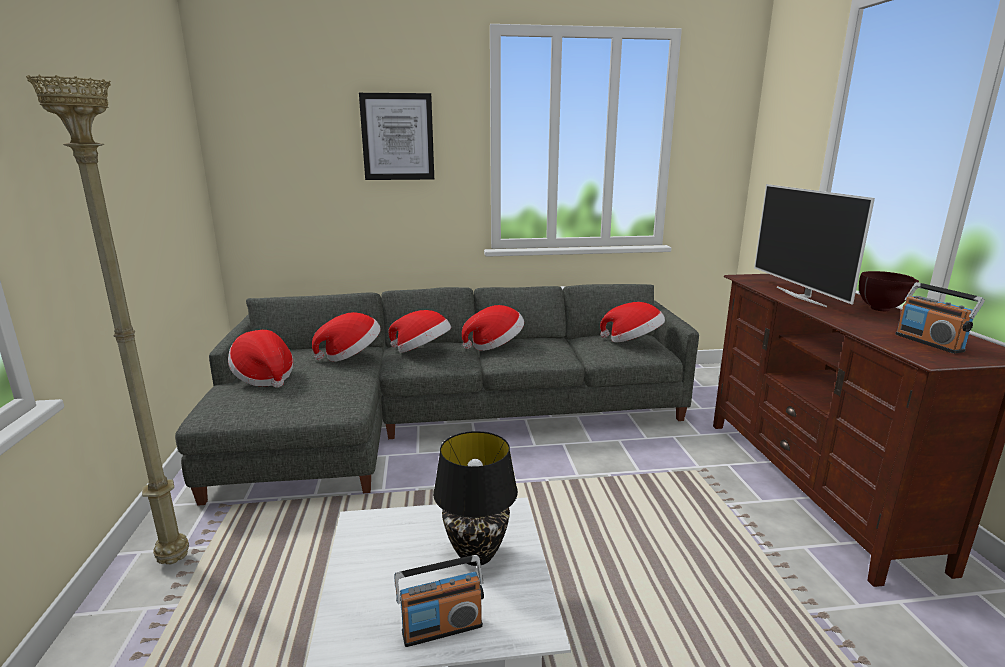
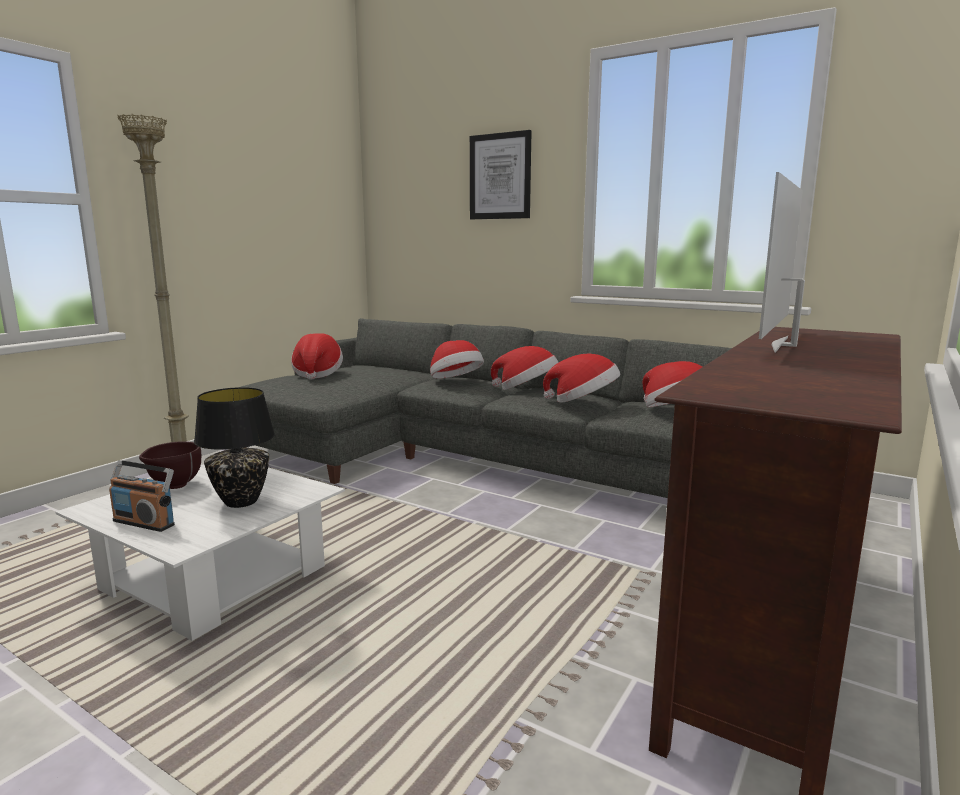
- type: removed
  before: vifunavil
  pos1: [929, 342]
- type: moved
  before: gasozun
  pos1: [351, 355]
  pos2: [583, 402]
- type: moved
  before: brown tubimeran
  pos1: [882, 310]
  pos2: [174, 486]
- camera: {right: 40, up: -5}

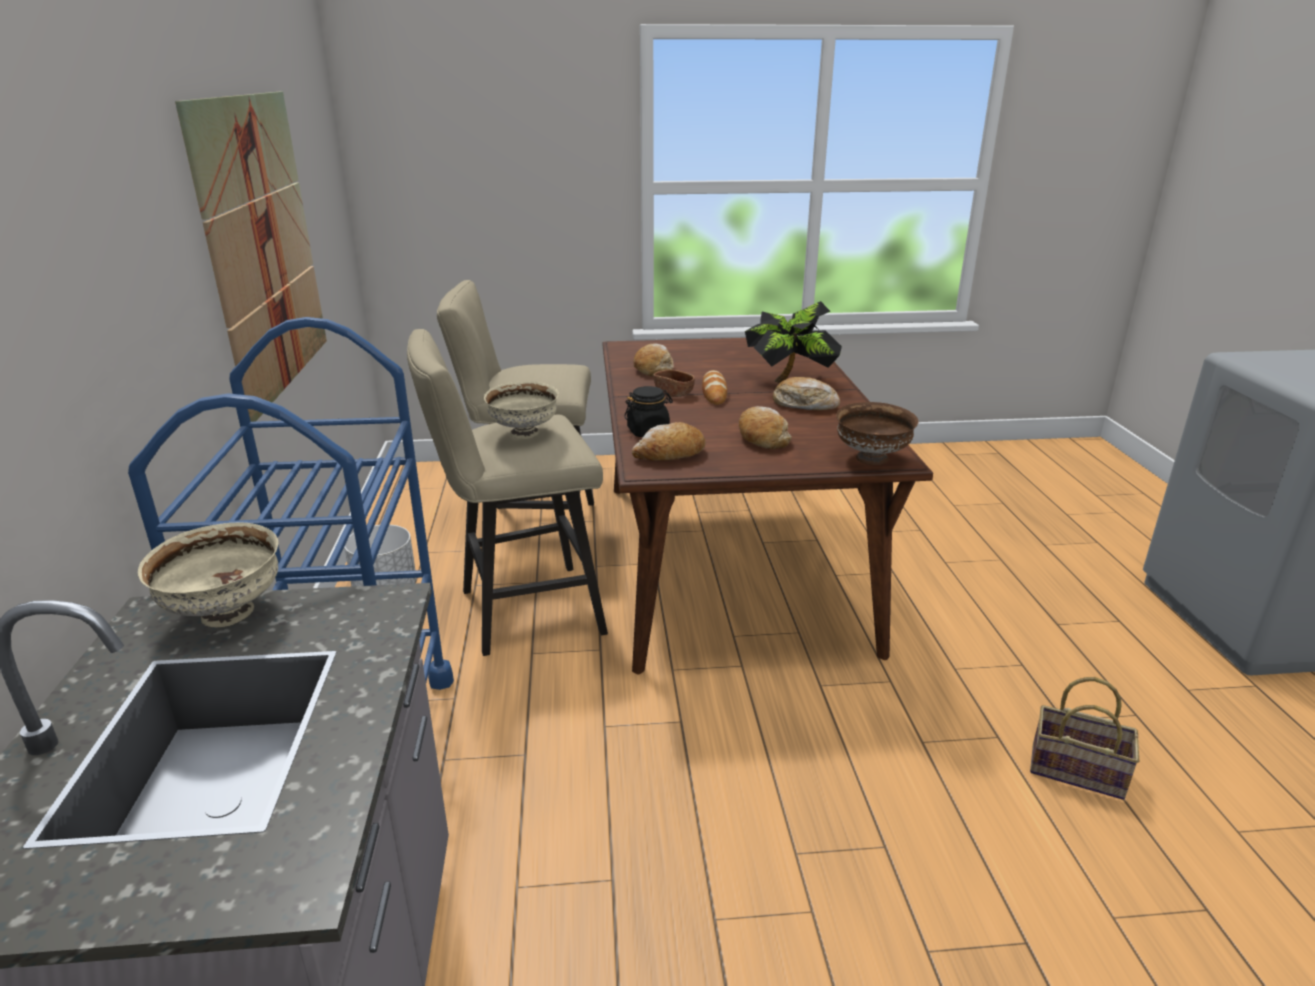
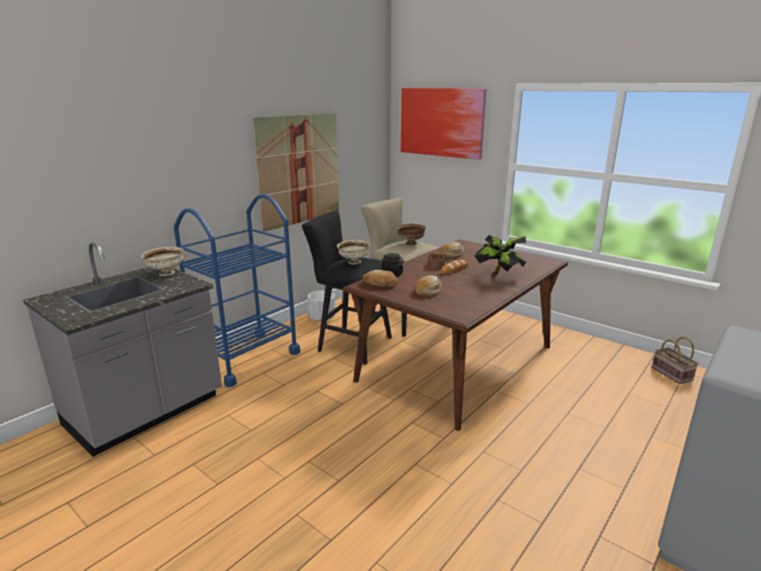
- type: removed
  before: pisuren
  pos1: [805, 404]
- type: added
  after: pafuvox
  pos2: [441, 122]
- type: moved
  before: brown tubimeran
  pos1: [872, 459]
  pos2: [410, 243]
- type: moved
  before: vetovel
  pos1: [1079, 770]
  pos2: [673, 374]
- type: recoloured
  before: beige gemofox
  after: black gemofox
  pos1: [520, 612]
  pos2: [350, 344]
- camera: {right: 45, up: -5}

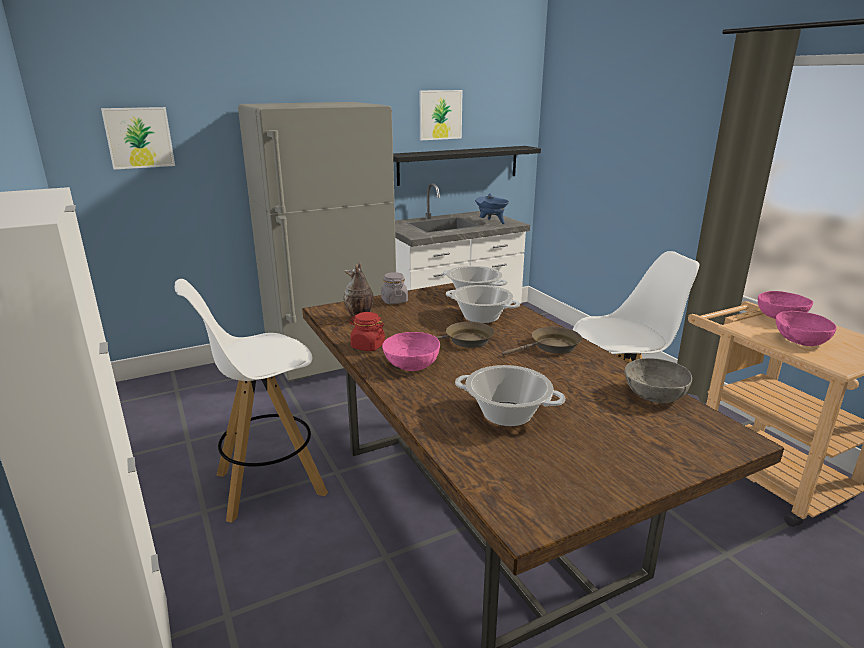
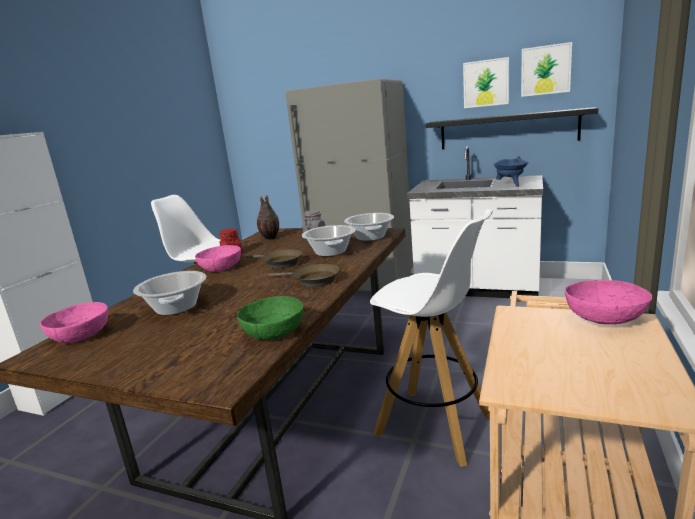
- type: moved
  before: pafuvox
  pos1: [139, 138]
  pos2: [545, 70]
- type: moved
  before: pink tubimeran
  pos1: [800, 340]
  pos2: [80, 335]
- type: recoloured
  before: grey tubimeran
  after: green tubimeran
  pos1: [654, 394]
  pos2: [273, 332]
- camera: {right: 50, up: -5}

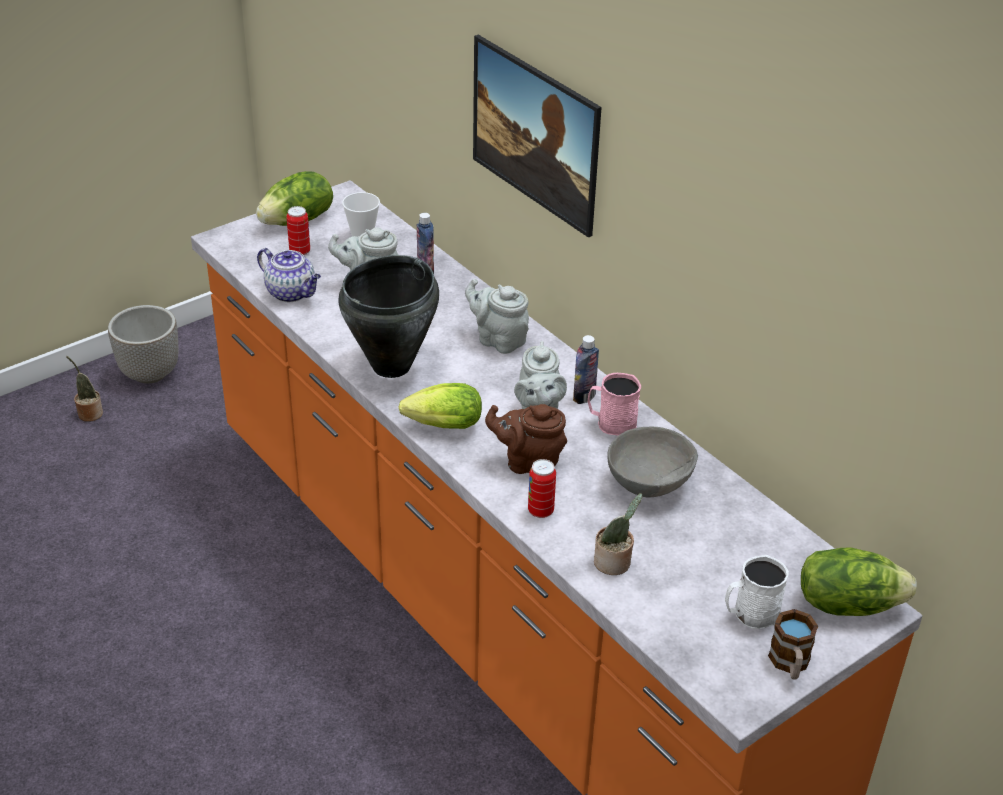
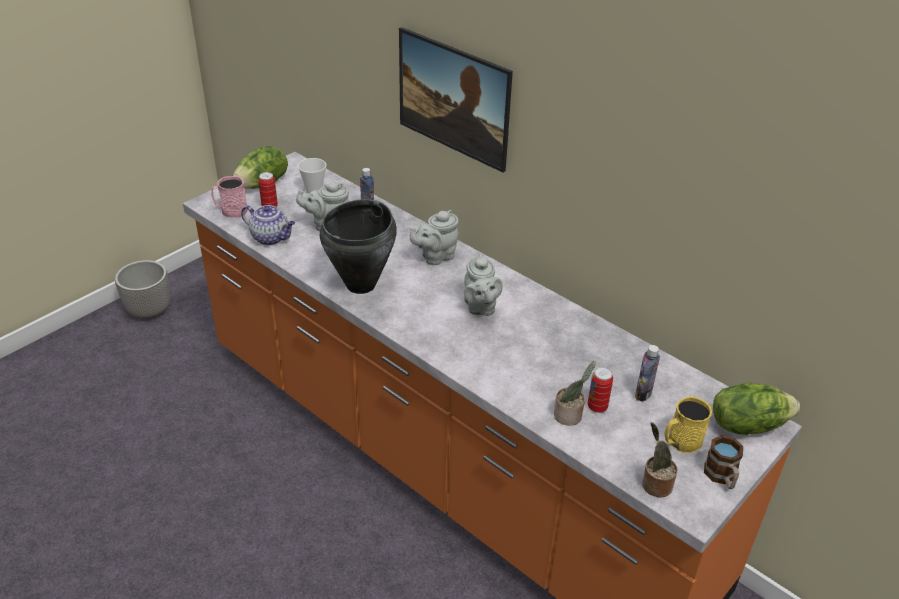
- type: removed
  before: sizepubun
  pos1: [440, 426]
- type: removed
  before: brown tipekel
  pos1: [528, 463]
- type: removed
  before: grey tubimeran
  pos1: [649, 483]
- type: moved
  before: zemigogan
  pos1: [89, 413]
  pos2: [654, 484]
- type: moved
  before: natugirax
  pos1: [540, 511]
  pos2: [597, 407]
- type: moved
  before: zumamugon
  pos1: [584, 397]
  pos2: [643, 394]
- type: moved
  before: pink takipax
  pos1: [611, 423]
  pos2: [230, 211]
- type: recoloured
  before: white takipax
  after: yellow takipax
  pos1: [750, 614]
  pos2: [680, 442]
- type: turned
  before: grey tipekel
  pos1: [498, 340]
  pos2: [435, 257]
  turn: -60
- camera: {right: -10, up: 0}

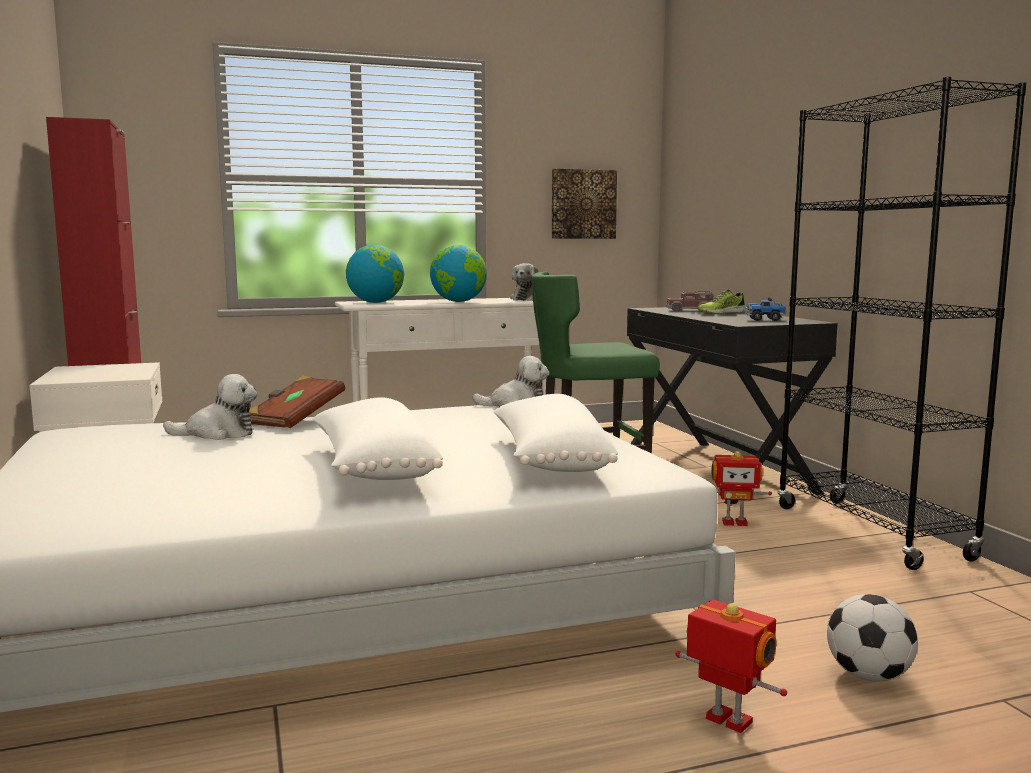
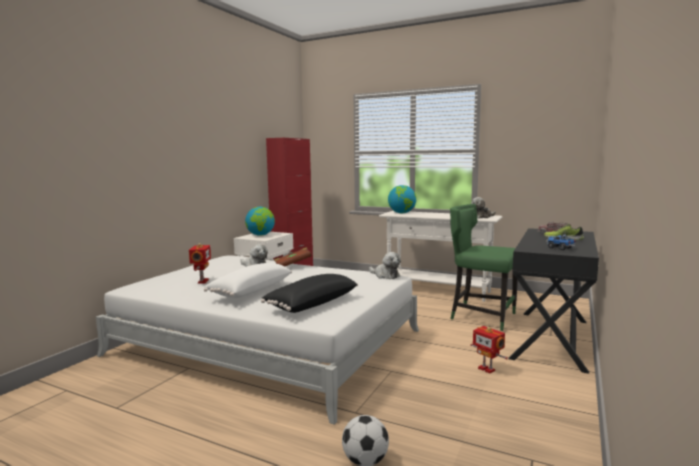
- type: removed
  before: pafuvox
  pos1: [583, 204]
- type: removed
  before: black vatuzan
  pos1: [871, 532]
- type: moved
  before: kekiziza
  pos1: [459, 301]
  pos2: [260, 235]
- type: moved
  before: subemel
  pos1: [727, 721]
  pos2: [202, 281]
- type: recoloured
  before: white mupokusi
  after: black mupokusi
  pos1: [549, 459]
  pos2: [311, 303]
- camera: {right: 45, up: 0}

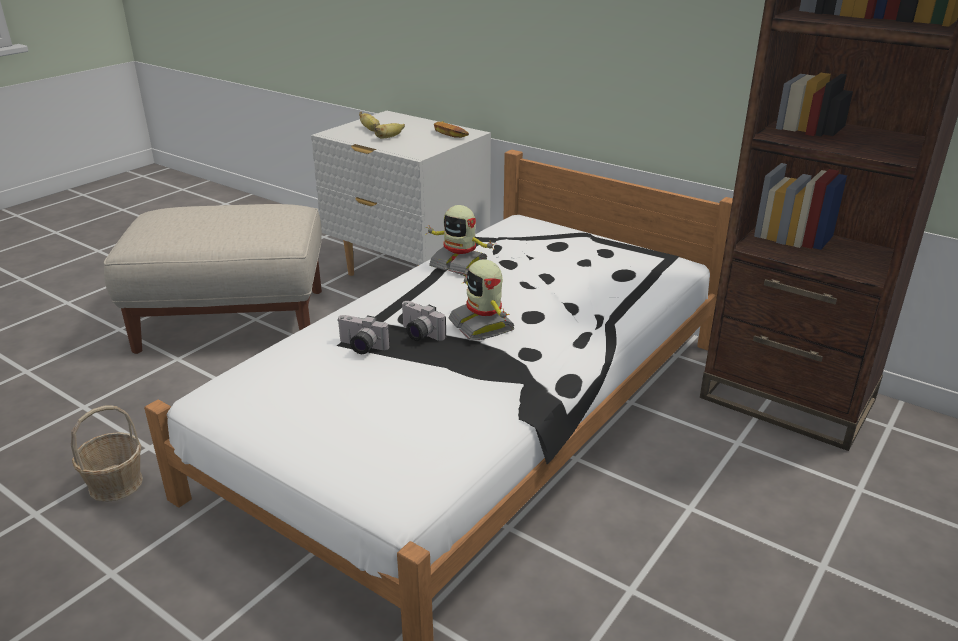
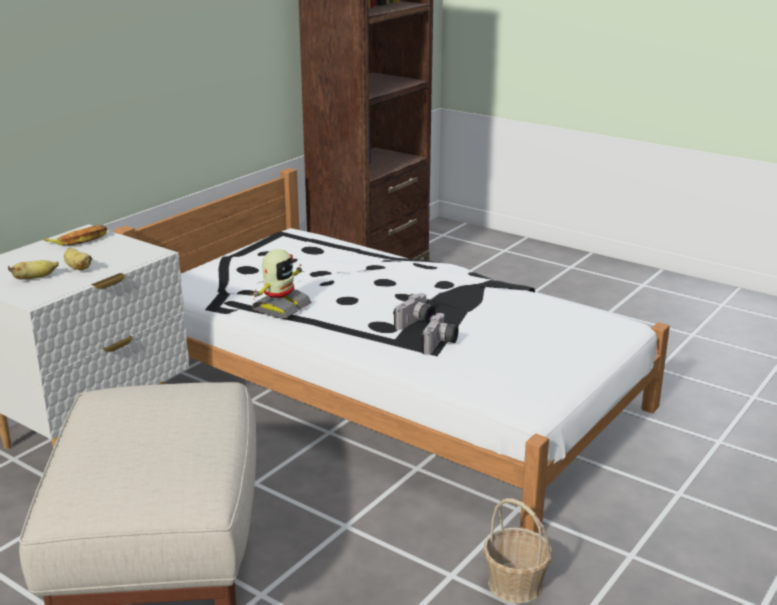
- type: removed
  before: subemel
  pos1: [482, 325]
- camera: {right: -90, up: -5}

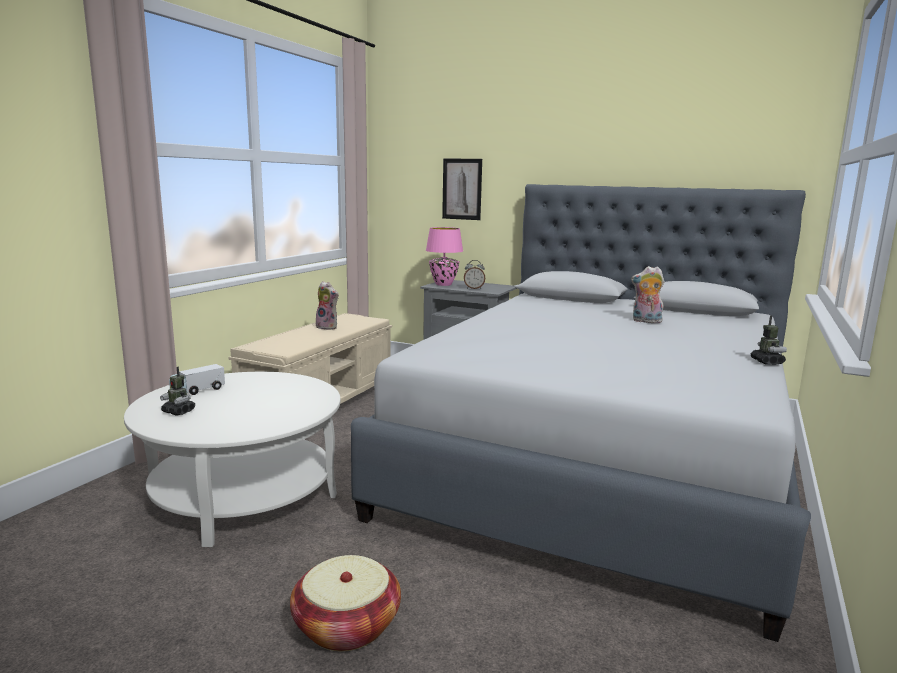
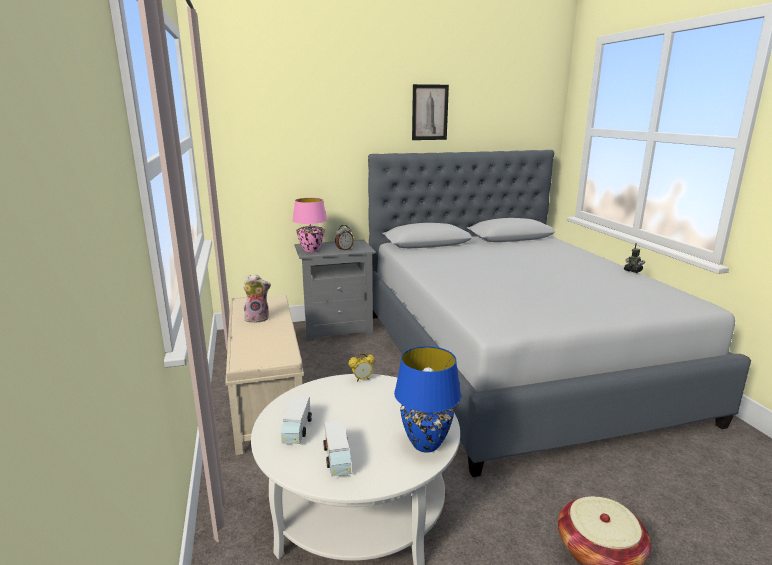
- type: removed
  before: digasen
  pos1: [645, 321]
- type: added
  after: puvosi
  pos2: [362, 379]
- type: added
  after: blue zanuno
  pos2: [426, 444]
- type: moved
  before: pafuvox
  pos1: [462, 189]
  pos2: [429, 112]
- type: replaced
  before: subemel
  after: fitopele
  pos1: [178, 412]
  pos2: [338, 459]
- camera: {right: -40, up: 5}

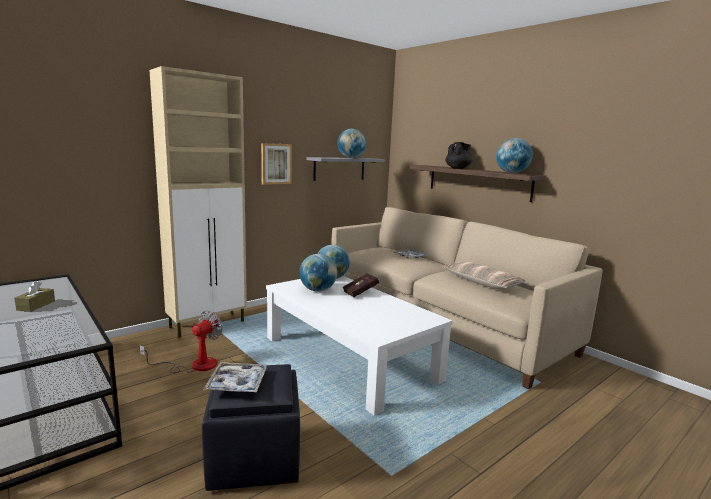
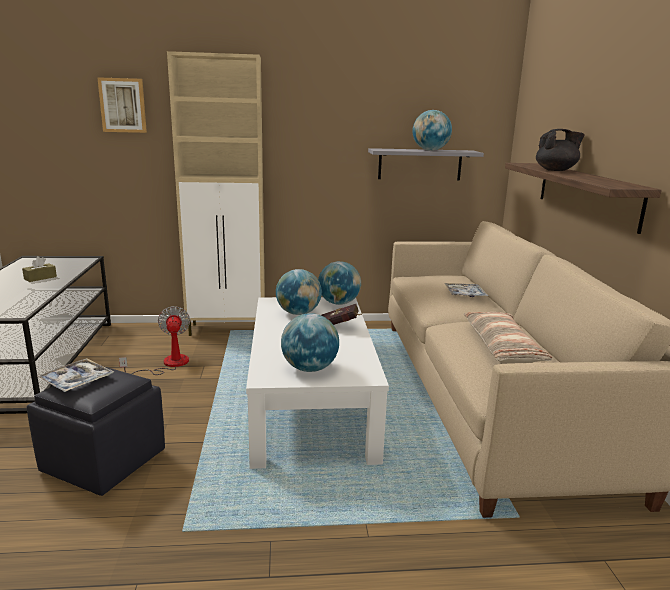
- type: moved
  before: pafuvox
  pos1: [276, 164]
  pos2: [123, 105]
- type: moved
  before: kekiziza
  pos1: [511, 173]
  pos2: [309, 368]
- type: turned
  before: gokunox
  pos1: [194, 365]
  pos2: [168, 364]
  turn: -75
- camera: {right: 35, up: 5}

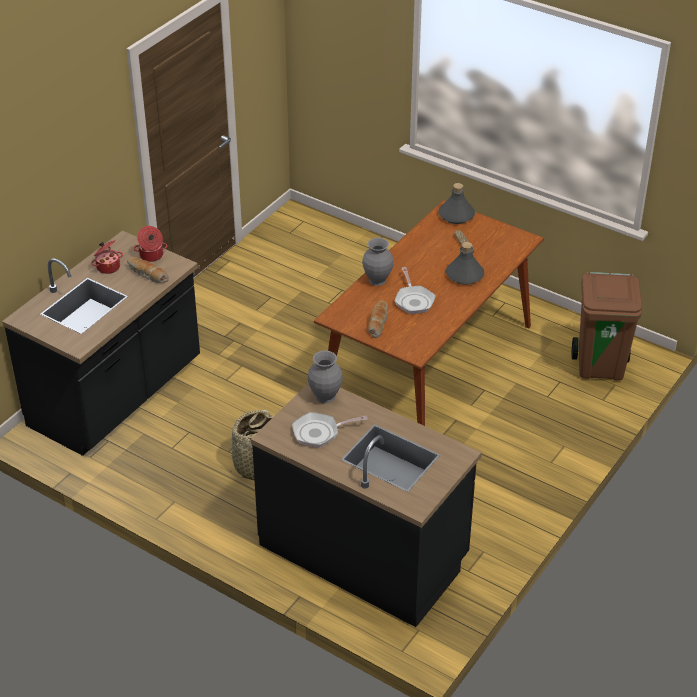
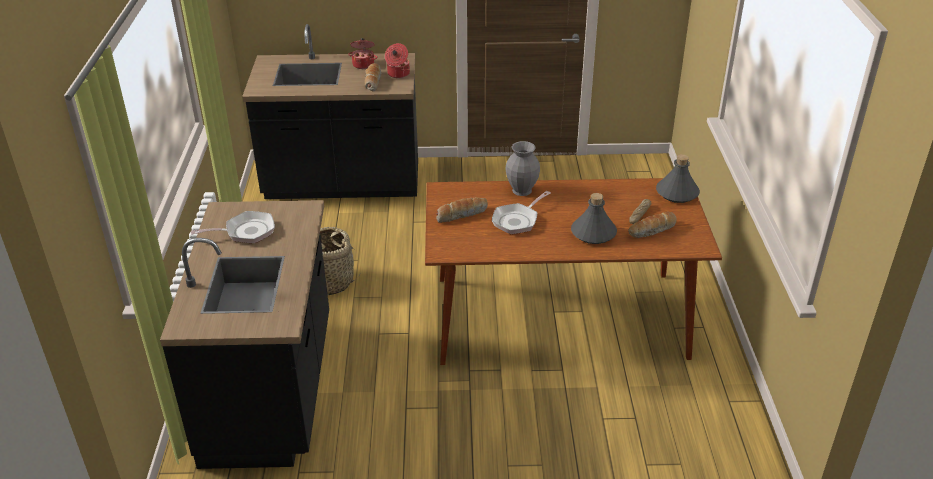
- type: removed
  before: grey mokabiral
  pos1: [324, 396]
- type: removed
  before: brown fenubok
  pos1: [600, 366]
- type: added
  after: pisuren
  pos2: [652, 231]
- type: turned
  before: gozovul
  pos1: [319, 432]
  pos2: [246, 232]
  turn: 120
- camera: {right: 55, up: -5}

